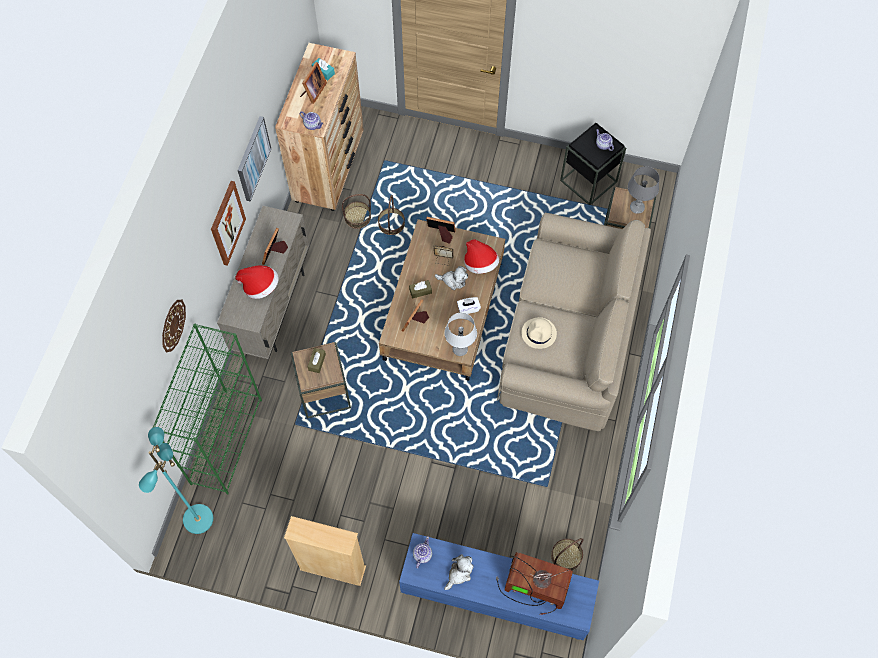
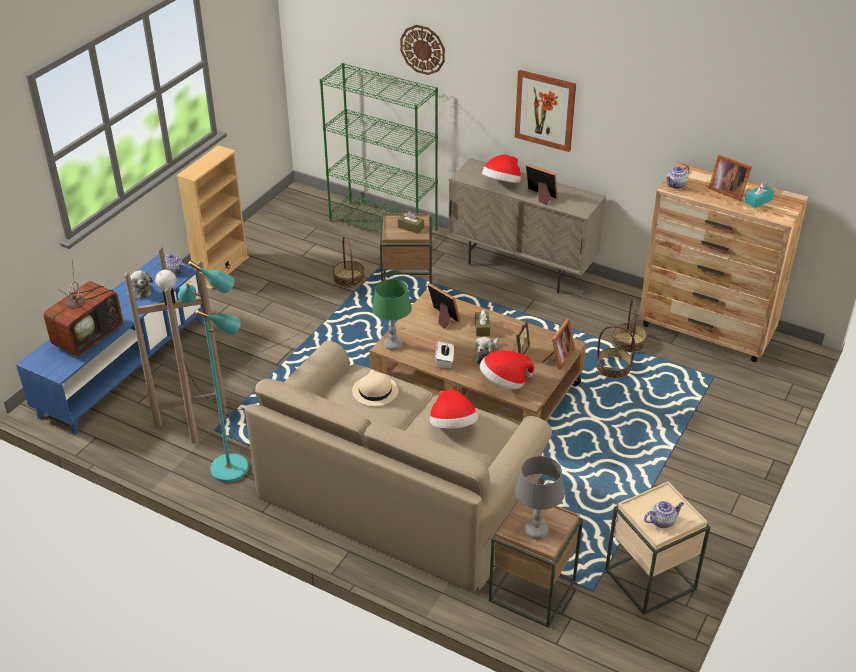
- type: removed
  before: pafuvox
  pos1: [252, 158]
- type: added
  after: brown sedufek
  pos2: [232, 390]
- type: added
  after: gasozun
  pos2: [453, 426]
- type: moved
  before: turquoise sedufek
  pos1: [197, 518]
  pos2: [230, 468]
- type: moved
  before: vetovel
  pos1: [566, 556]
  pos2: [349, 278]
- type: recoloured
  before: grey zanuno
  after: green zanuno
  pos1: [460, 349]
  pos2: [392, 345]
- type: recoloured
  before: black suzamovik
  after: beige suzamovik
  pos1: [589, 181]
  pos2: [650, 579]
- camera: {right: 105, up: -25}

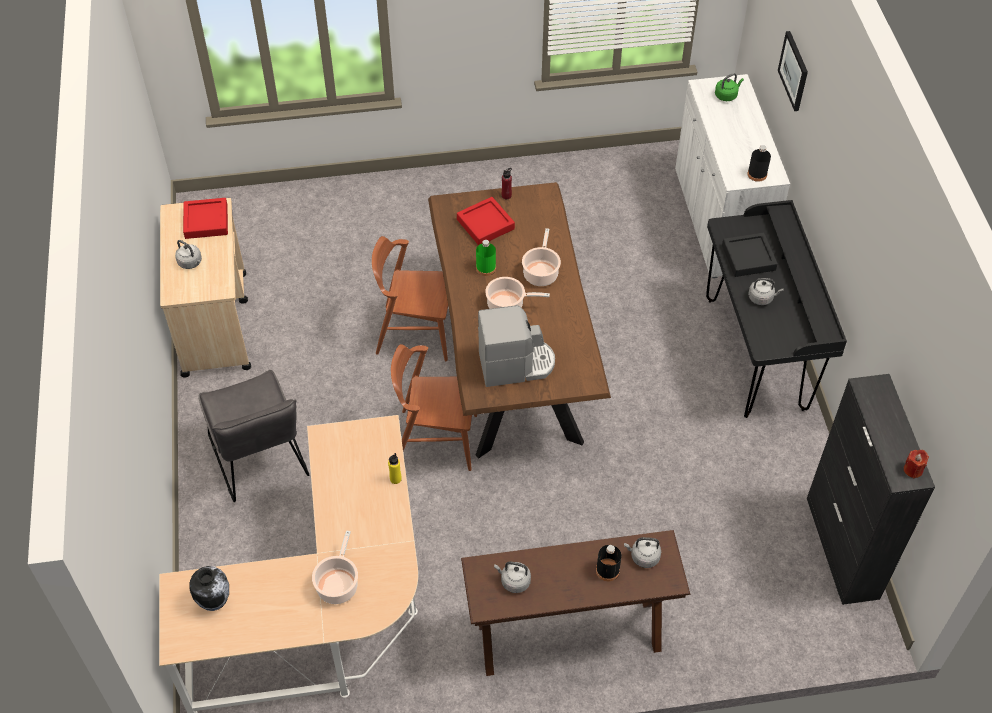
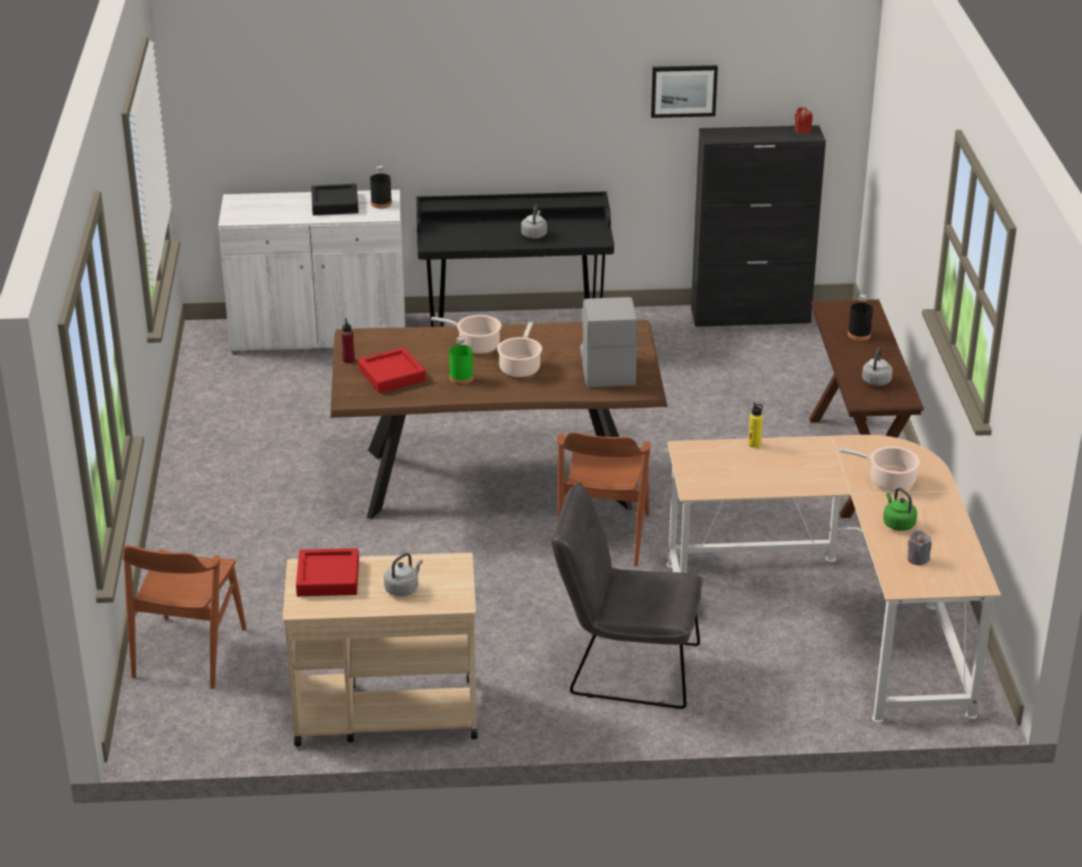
- type: removed
  before: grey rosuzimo
  pos1: [643, 557]
- type: moved
  before: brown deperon
  pos1: [415, 332]
  pos2: [189, 652]
- type: moved
  before: green rosuzimo
  pos1: [726, 95]
  pos2: [897, 523]
- type: moved
  before: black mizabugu
  pos1: [748, 258]
  pos2: [335, 204]
- type: moved
  before: pafuvox
  pos1: [794, 70]
  pos2: [683, 90]
- type: replaced
  before: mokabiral
  after: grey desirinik
  pos1: [215, 601]
  pos2: [917, 559]
- type: turned
  before: grey deperon
  pos1: [261, 462]
  pos2: [624, 668]
  turn: -150
- camera: {right: -85, up: -20}

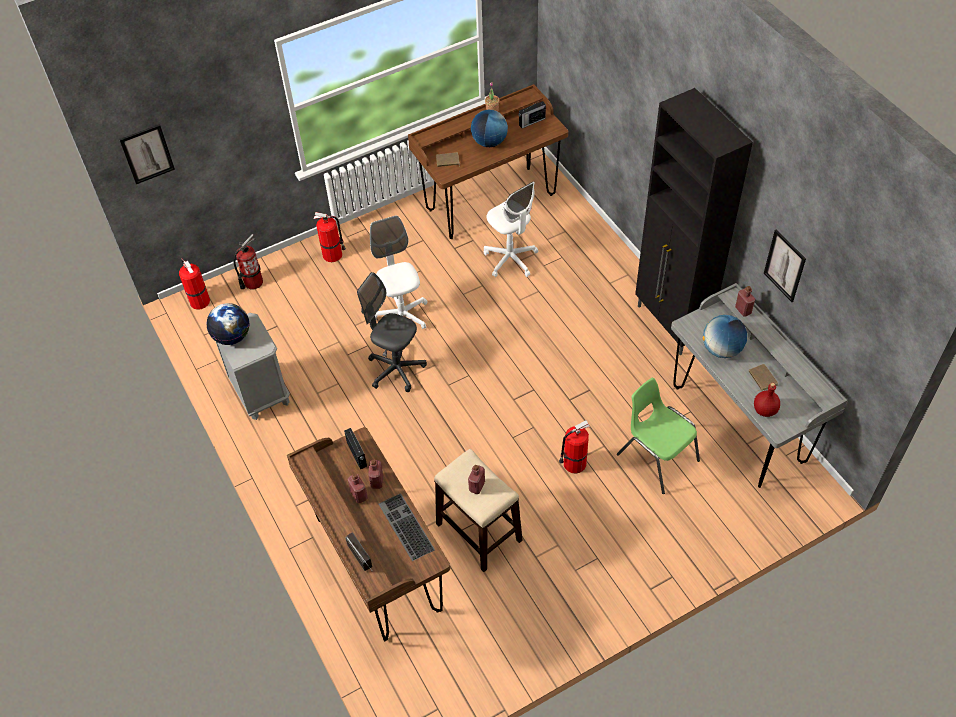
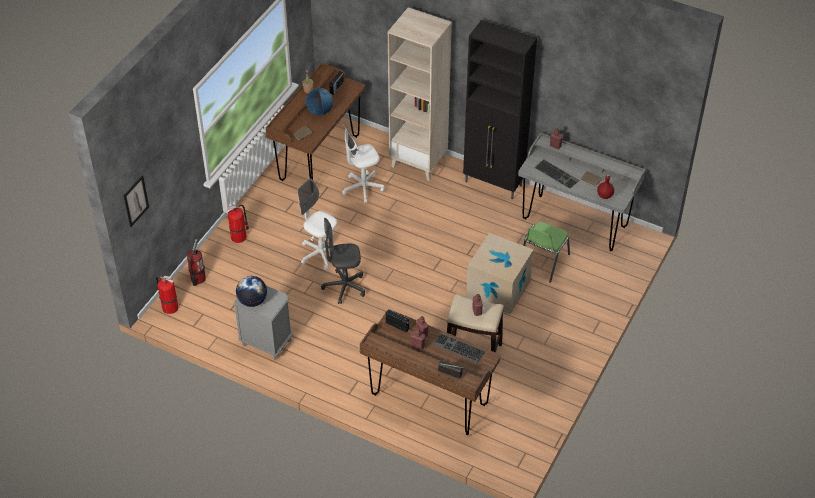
- type: removed
  before: pafuvox
  pos1: [784, 265]
- type: added
  after: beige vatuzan
  pos2: [419, 162]
- type: replaced
  before: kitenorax
  after: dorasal
  pos1: [573, 464]
  pos2: [498, 289]
- type: replaced
  before: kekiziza
  after: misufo
  pos1: [721, 349]
  pos2: [557, 174]
- type: turned
  before: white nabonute
  pos1: [511, 259]
  pos2: [362, 188]
  turn: 135
- type: turned
  before: green deperon
  pos1: [656, 457]
  pos2: [542, 262]
  turn: -75
- camera: {right: -35, up: -5}

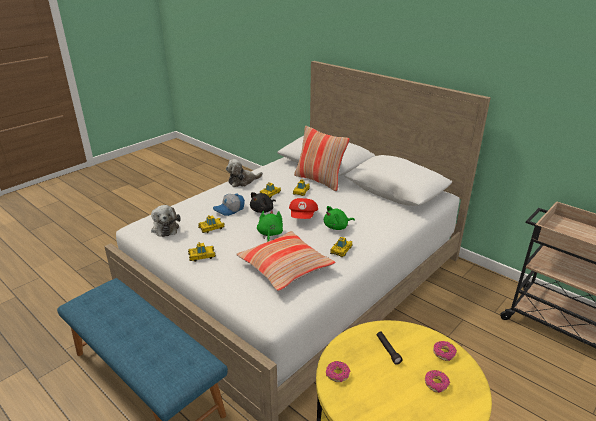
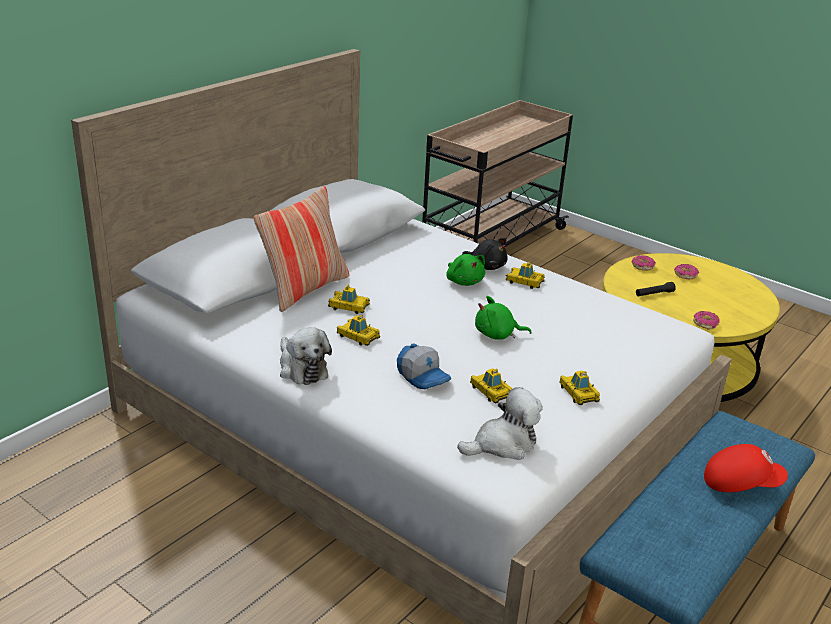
- type: removed
  before: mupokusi
  pos1: [285, 267]
- type: moved
  before: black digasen
  pos1: [263, 210]
  pos2: [486, 266]
- type: moved
  before: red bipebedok
  pos1: [303, 217]
  pos2: [740, 483]
- camera: {right: -95, up: 0}

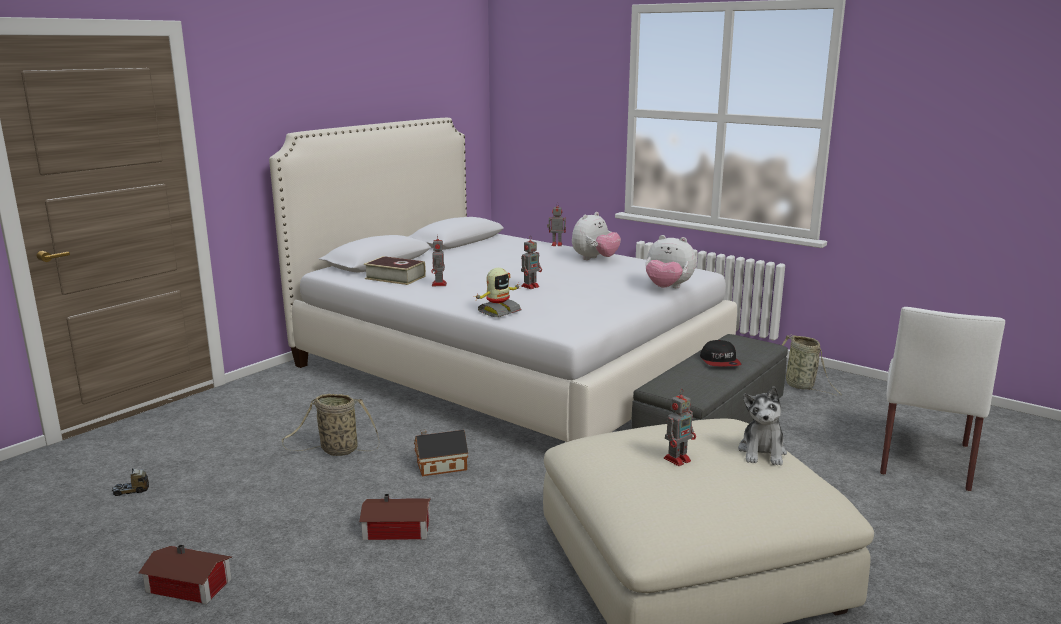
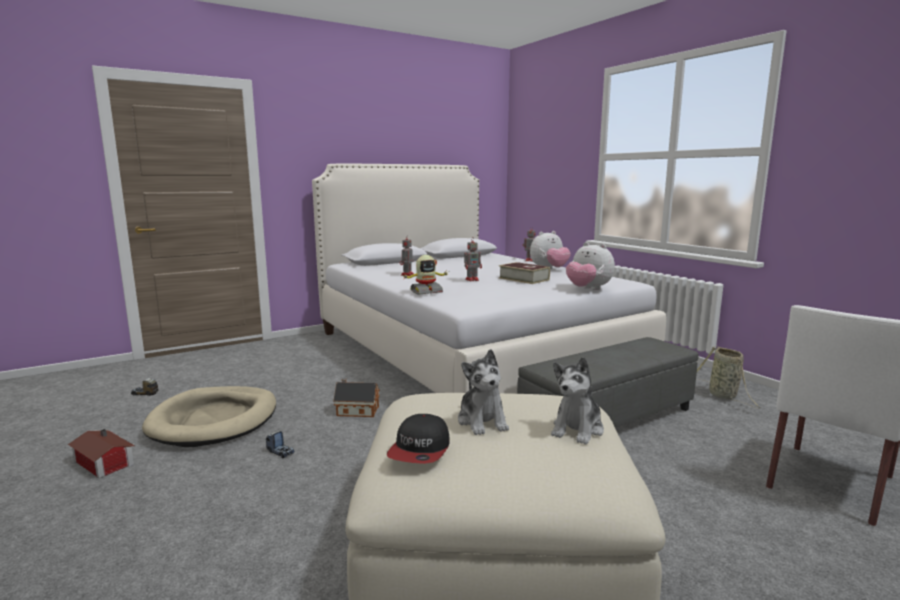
- type: removed
  before: vetovel
  pos1: [336, 450]
- type: added
  after: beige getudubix
  pos2: [214, 420]
- type: moved
  before: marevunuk
  pos1: [395, 277]
  pos2: [523, 279]
- type: moved
  before: bipebedok
  pos1: [720, 362]
  pos2: [420, 450]
- type: replaced
  before: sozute
  after: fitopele
  pos1: [398, 530]
  pos2: [280, 452]
- type: replaced
  before: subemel
  after: digasen
  pos1: [678, 459]
  pos2: [482, 421]
- camera: {right: 20, up: -5}

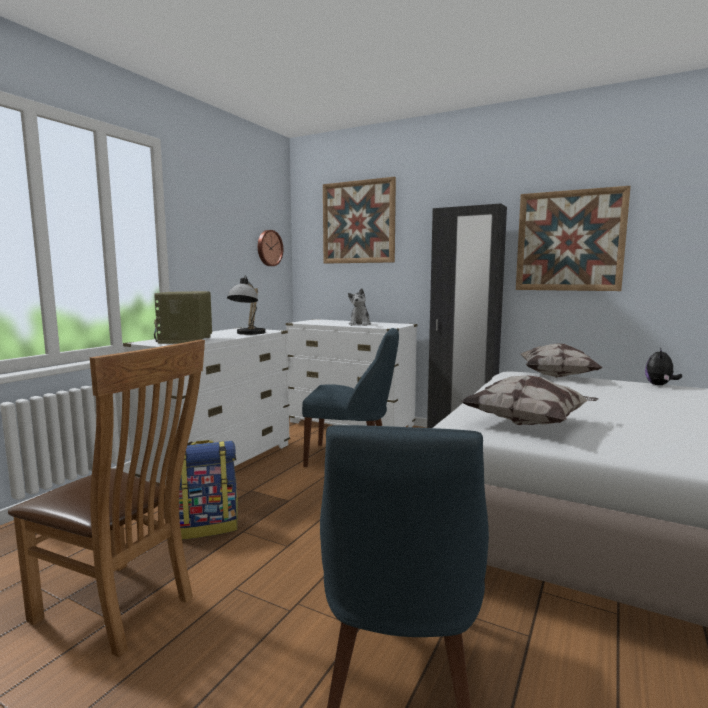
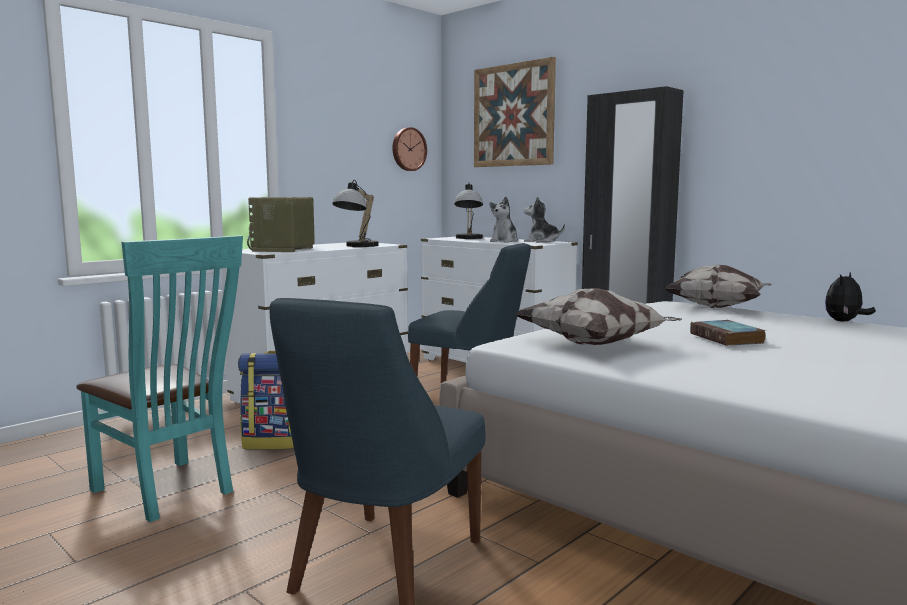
- type: removed
  before: pafuvox
  pos1: [569, 241]
- type: added
  after: zanuno
  pos2: [469, 238]
- type: added
  after: digasen
  pos2: [541, 241]
- type: added
  after: marevunuk
  pos2: [728, 338]
- type: recoloured
  before: brown deperon
  after: turquoise deperon
  pos1: [122, 609]
  pos2: [168, 492]
- camera: {right: 15, up: 0}

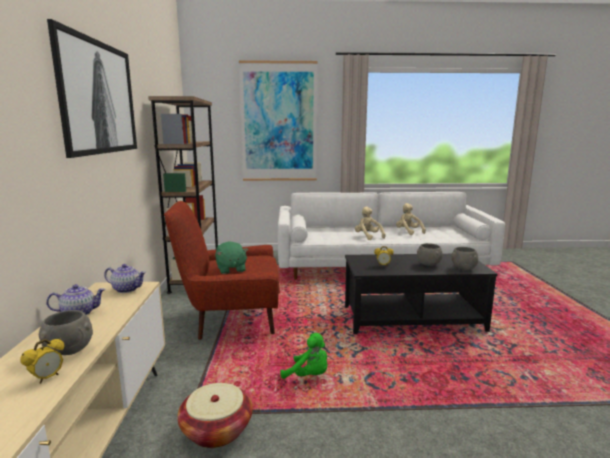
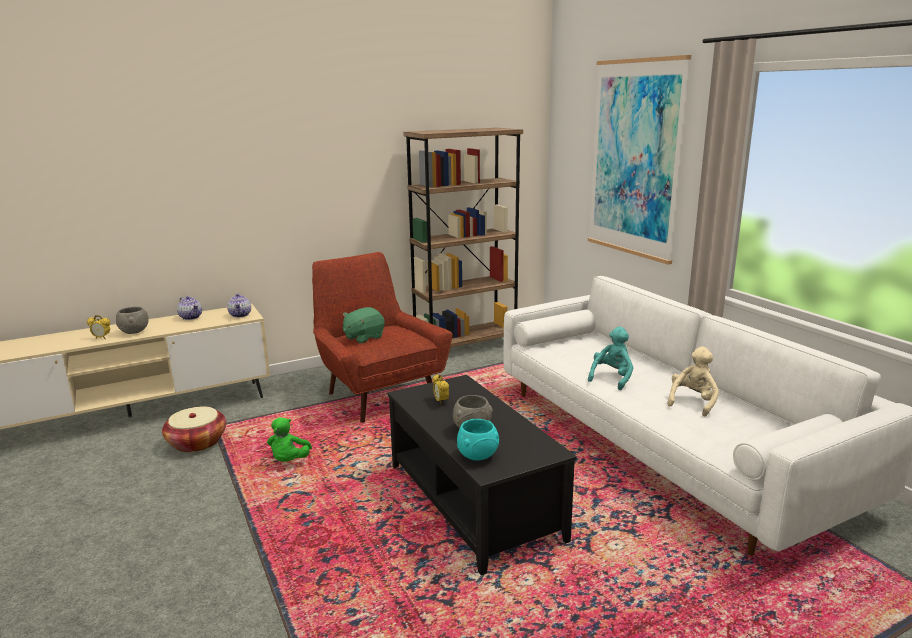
- type: removed
  before: pafuvox
  pos1: [99, 98]
- type: recoloured
  before: beige digasen
  after: turquoise digasen
  pos1: [368, 236]
  pos2: [612, 378]
- type: recoloured
  before: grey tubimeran
  after: turquoise tubimeran
  pos1: [463, 269]
  pos2: [477, 456]
- camera: {right: 65, up: 5}

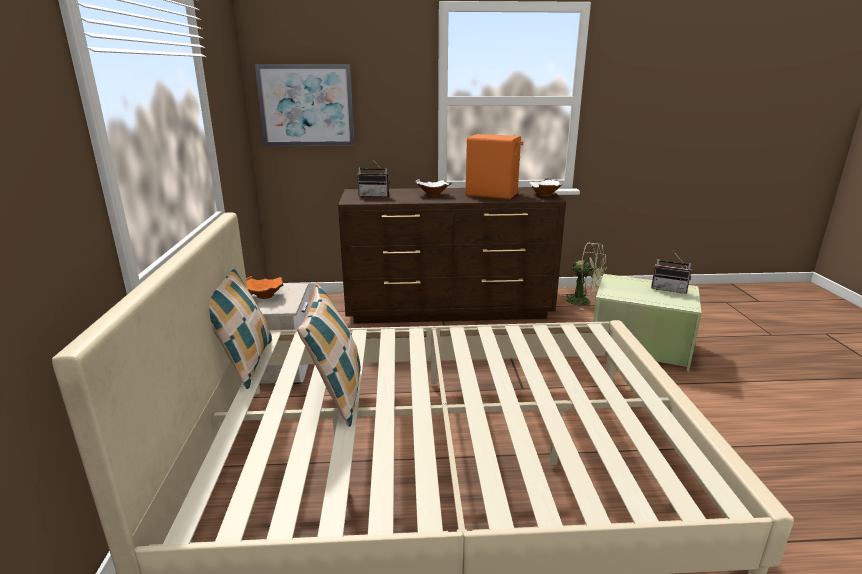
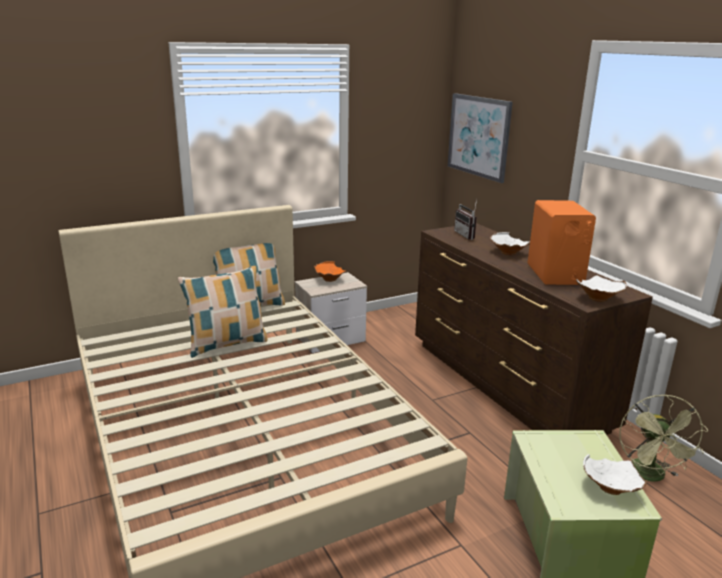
- type: replaced
  before: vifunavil
  after: white tubimeran
  pos1: [669, 289]
  pos2: [610, 489]
- camera: {right: 65, up: 0}

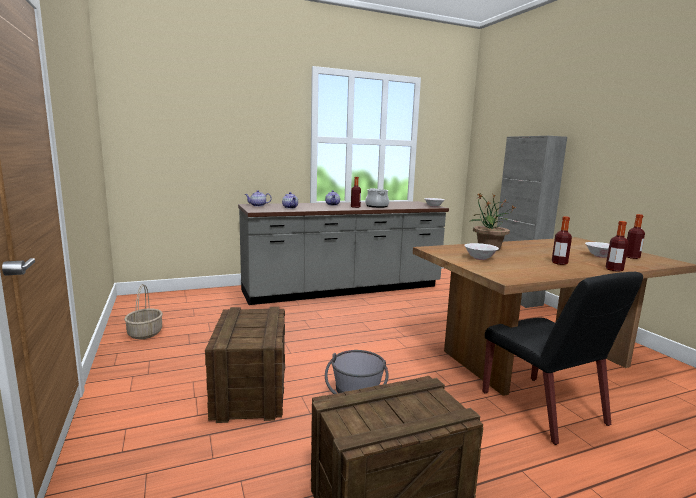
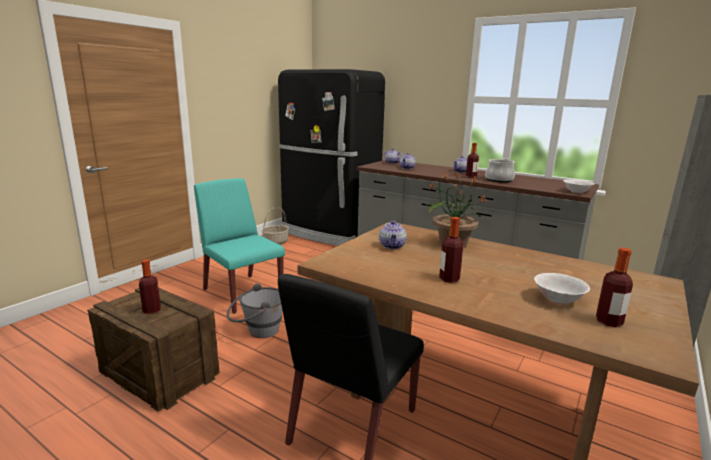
- type: added
  after: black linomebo
  pos2: [329, 232]
- type: moved
  before: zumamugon
  pos1: [614, 269]
  pos2: [152, 310]
- type: replaced
  before: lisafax
  after: turquoise deperon
  pos1: [250, 391]
  pos2: [242, 293]
- type: replaced
  before: white tubimeran
  after: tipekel
  pos1: [480, 258]
  pos2: [392, 246]
- camera: {right: 55, up: 5}

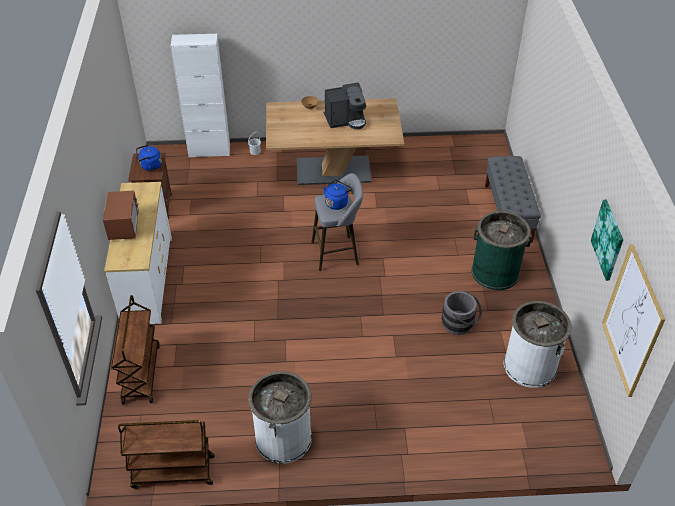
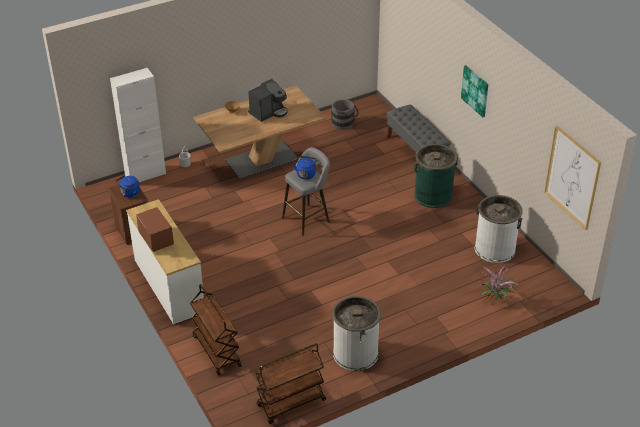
- type: added
  after: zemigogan
  pos2: [496, 300]
- type: moved
  before: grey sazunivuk
  pos1: [460, 324]
  pos2: [345, 123]
- type: moved
  before: pafuvox
  pos1: [608, 240]
  pos2: [475, 90]
- camera: {right: -25, up: -5}

